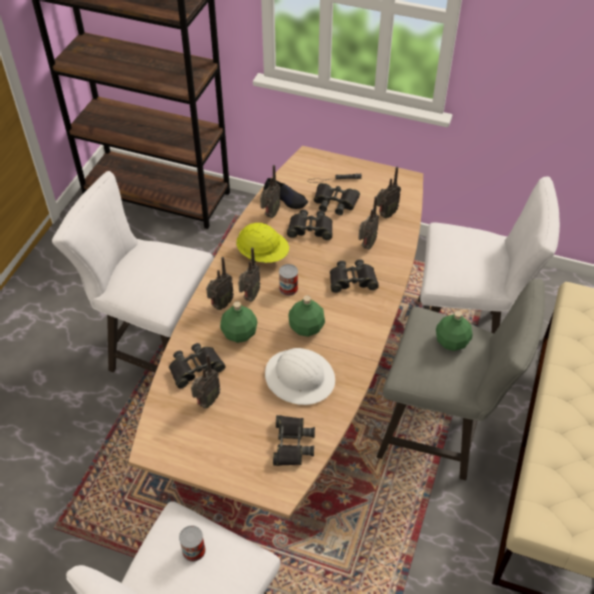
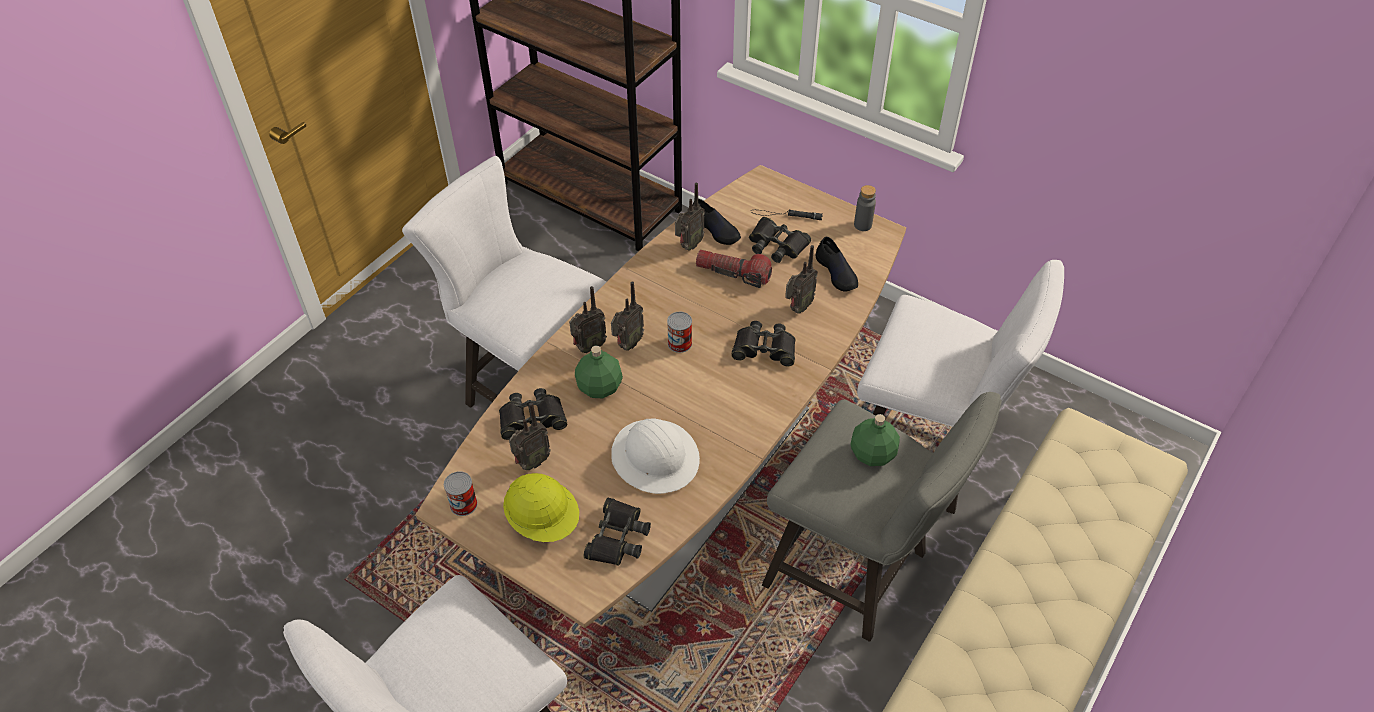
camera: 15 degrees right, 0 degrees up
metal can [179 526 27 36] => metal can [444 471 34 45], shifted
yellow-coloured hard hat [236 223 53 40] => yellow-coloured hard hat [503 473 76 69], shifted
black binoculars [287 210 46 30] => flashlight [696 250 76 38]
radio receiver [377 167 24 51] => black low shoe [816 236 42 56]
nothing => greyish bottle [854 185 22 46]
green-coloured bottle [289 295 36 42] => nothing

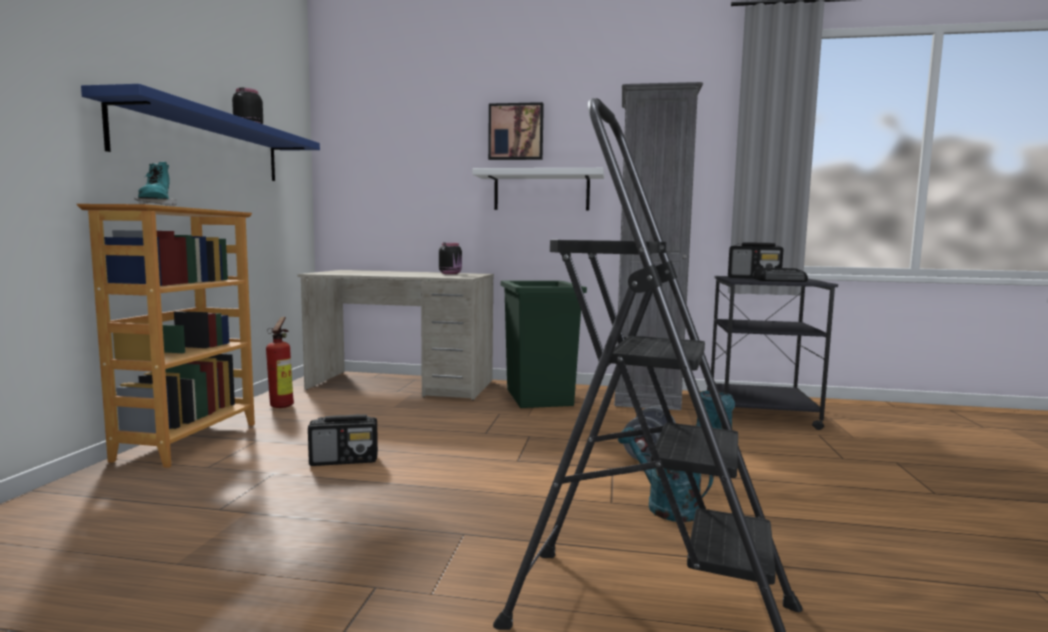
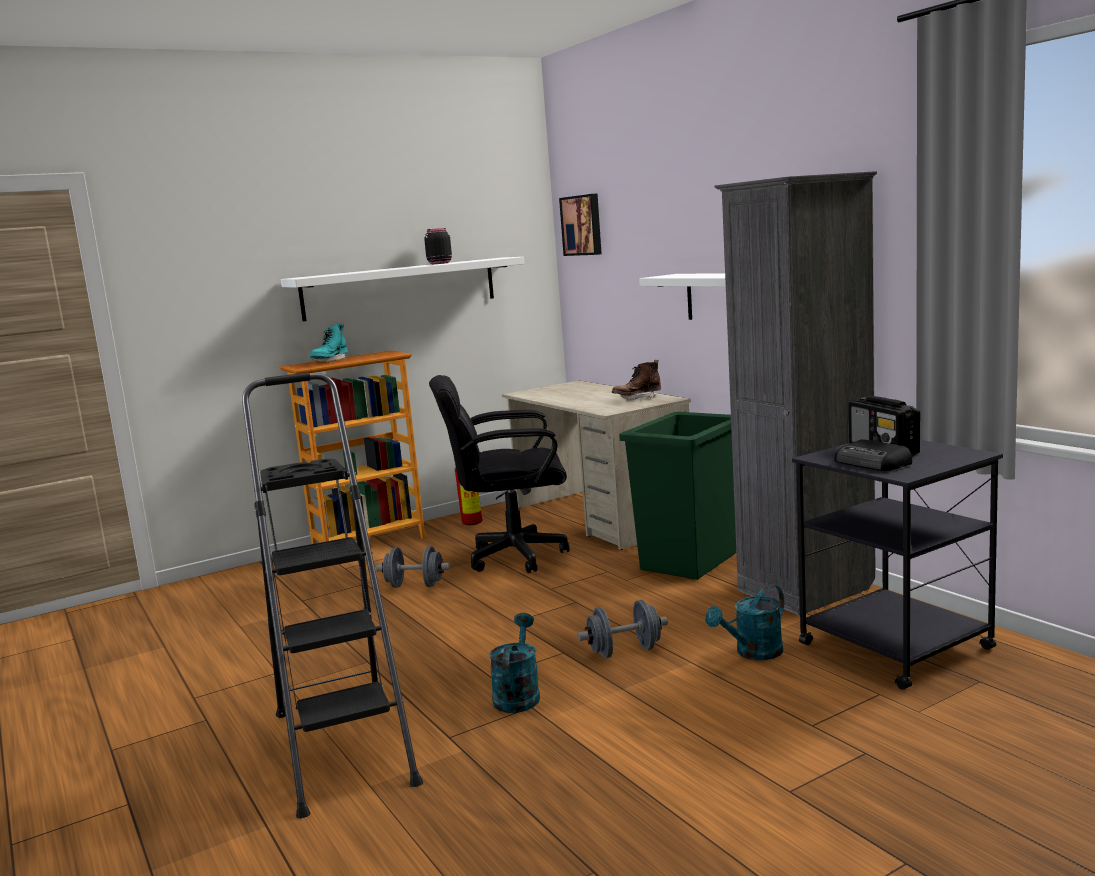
camera: 50 degrees right, 5 degrees up
blue shelf [81 84 239 97] => whitish shelf [281 257 243 64]
radio receiver [308 414 70 52] => greyish free weight [376 546 74 42]
nothing => black computer chair [429 375 141 198]
picture [488 102 56 58] => picture [559 194 43 62], shifted
black preserve jar [439 243 23 31] => brown tall boot [612 360 49 40]

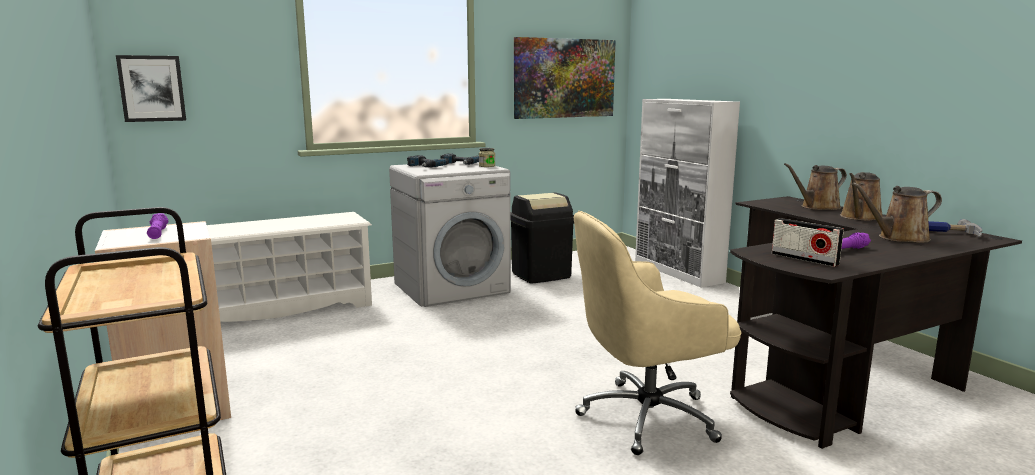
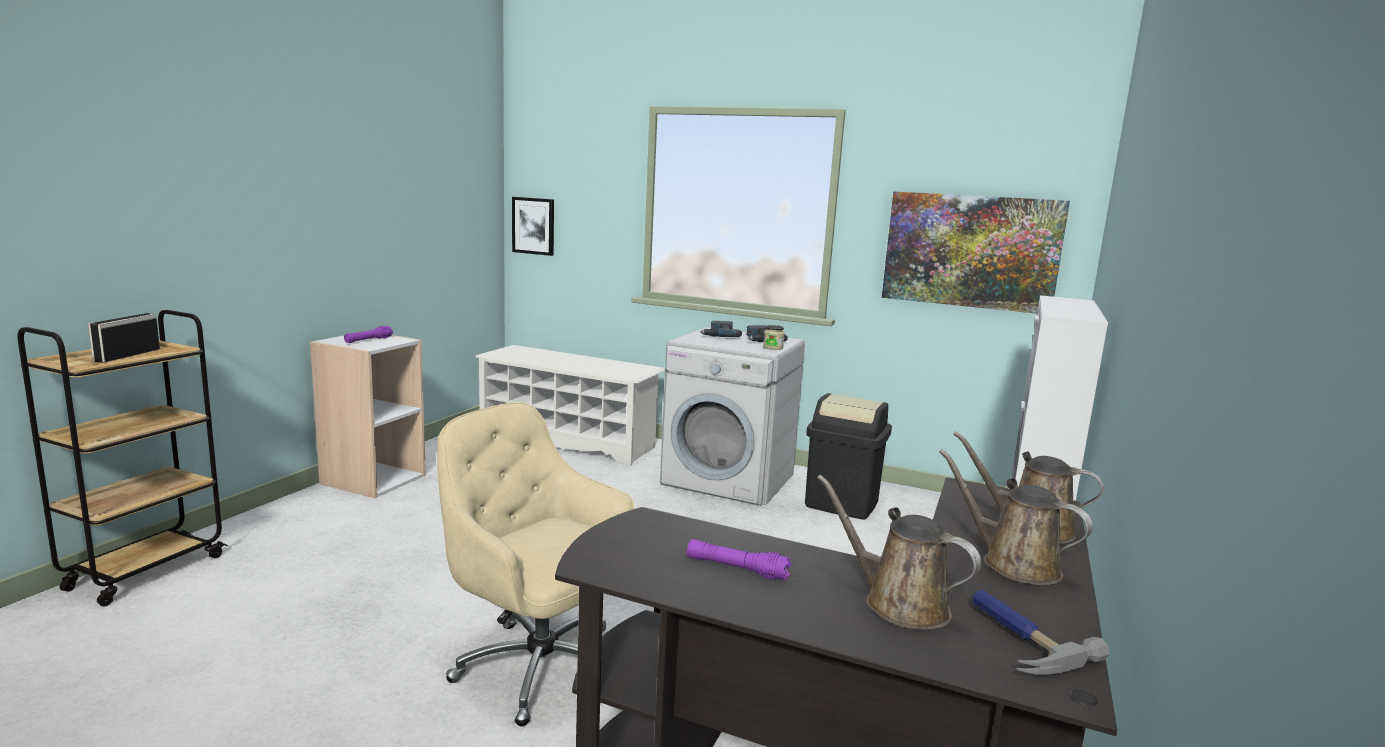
camera: 50 degrees right, 0 degrees up
radio receiver [772 218 72 49] => radio receiver [88 313 72 50], shifted
brown sprinkling can [840 172 43 49] => brown sprinkling can [939 449 154 136], 45 degrees clockwise

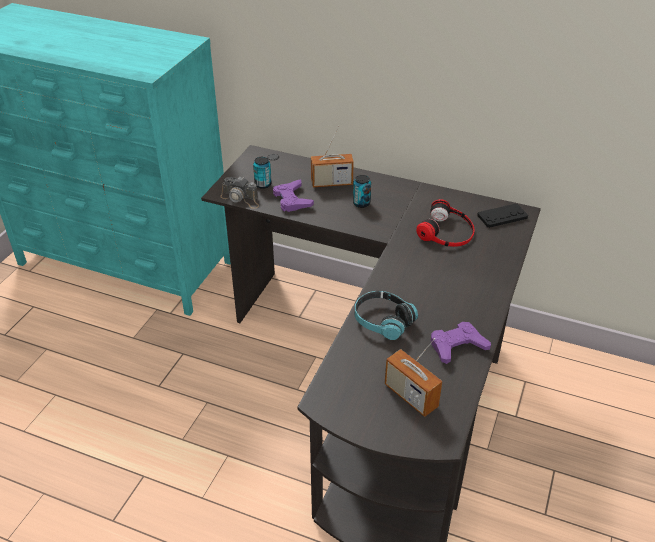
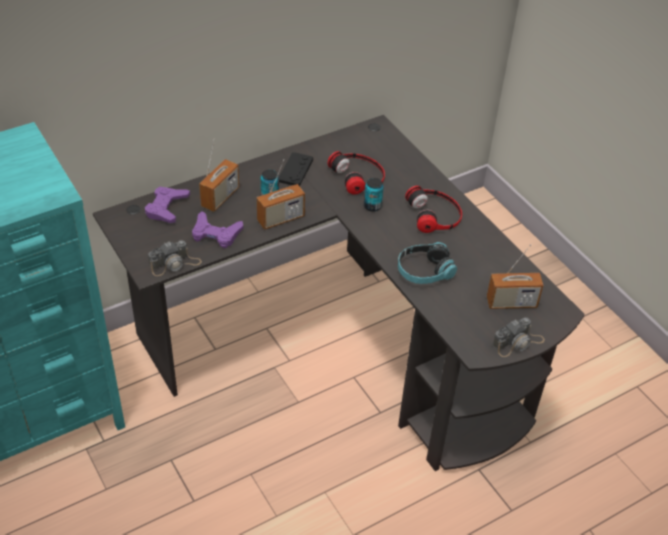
camera: 55 degrees left, 5 degrees up
purplish gamepad [431 322 60 42] => purplish gamepad [145 187 45 36], shifted
nothing => radio receiver [257 160 48 70]
black gamepad [477 204 51 24] => black gamepad [279 152 34 34], shifted
metal can [253 157 18 32] => metal can [364 178 20 34], shifted
nothing => headset [405 186 57 47]
nothing => photo camera [492 318 53 39]

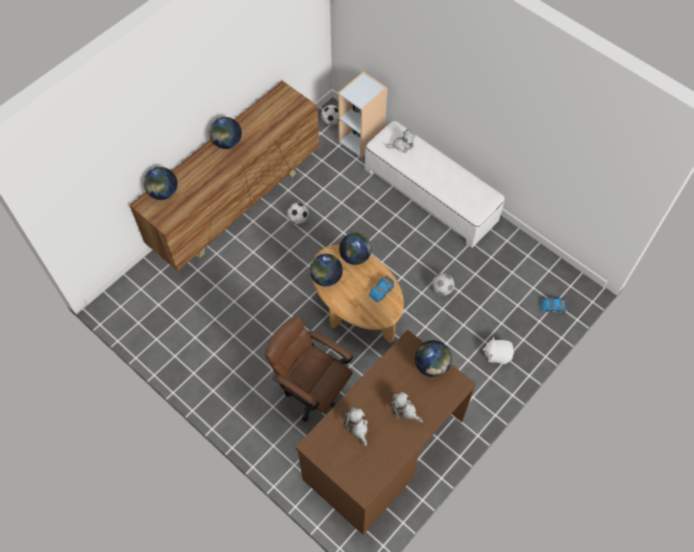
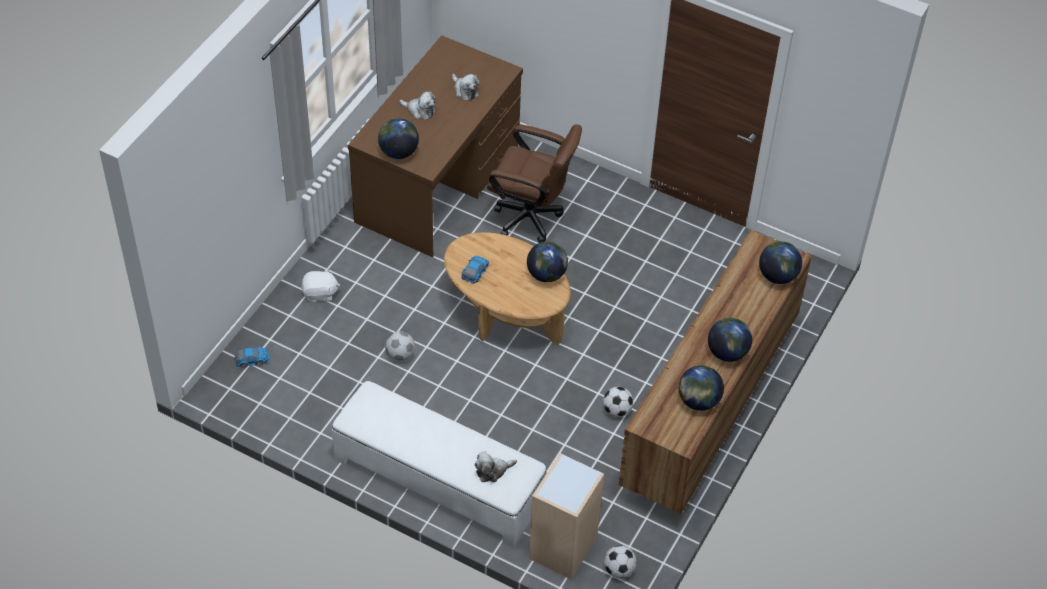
camera: 165 degrees right, 10 degrees down
desk globe [339 233 33 32] => desk globe [679 365 45 46], shifted

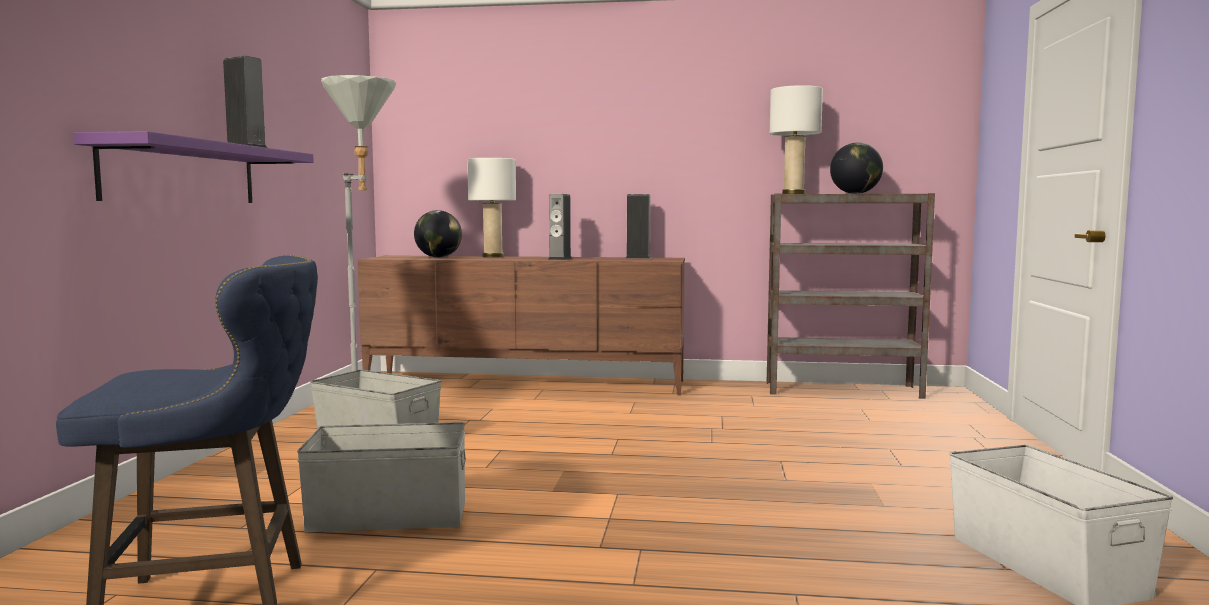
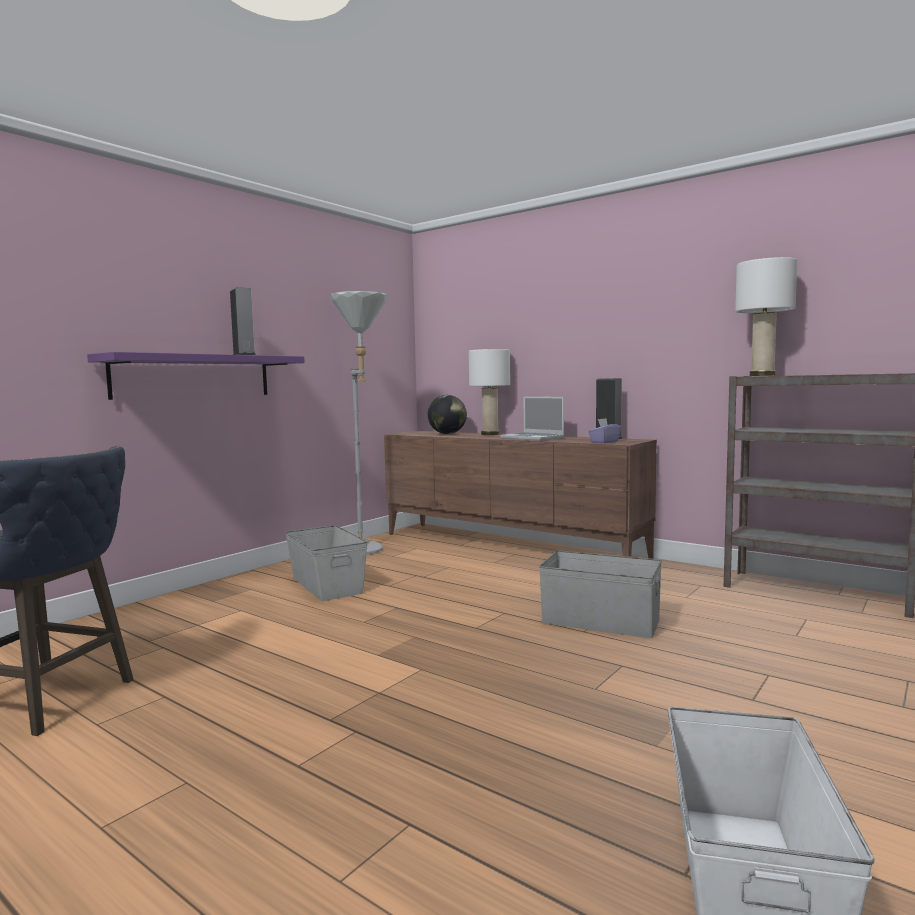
camera: 30 degrees right, 0 degrees up
audio speaker [548 194 24 66] => notebook computer [500 397 64 44]
greyish storage box [297 422 169 110] => greyish storage box [539 550 123 88], shifted
nothing => purplish tissue holder [588 418 33 25]
desk globe [830 143 53 51] => nothing

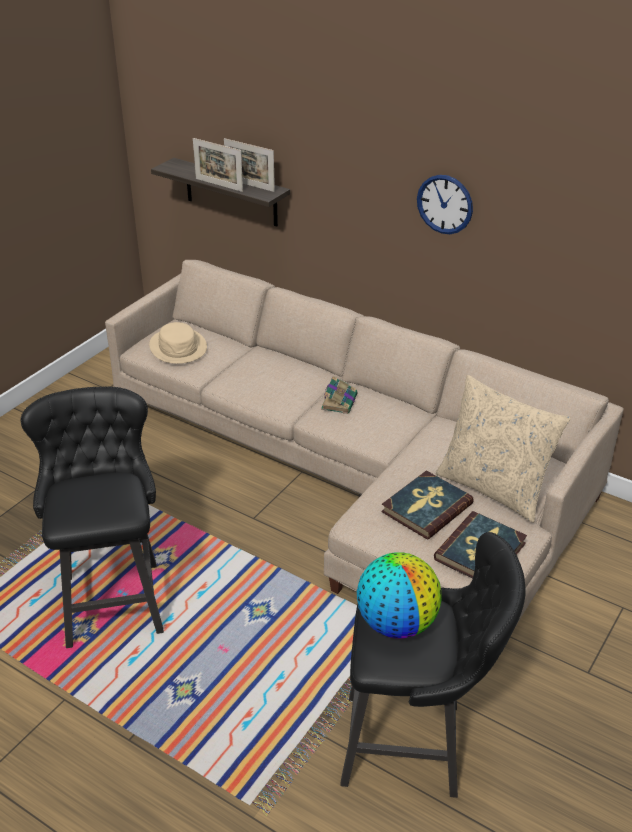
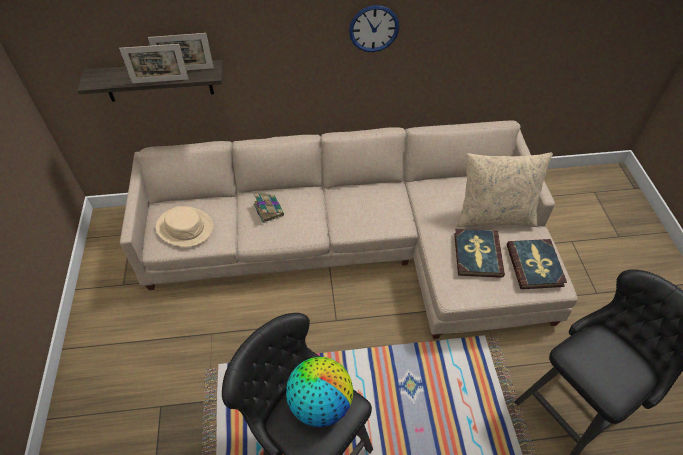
camera: 40 degrees left, 15 degrees up
bound book [321 376 37 38] => bound book [254 194 30 29], shifted
desk globe [357 552 85 87] => desk globe [286 357 67 70], shifted

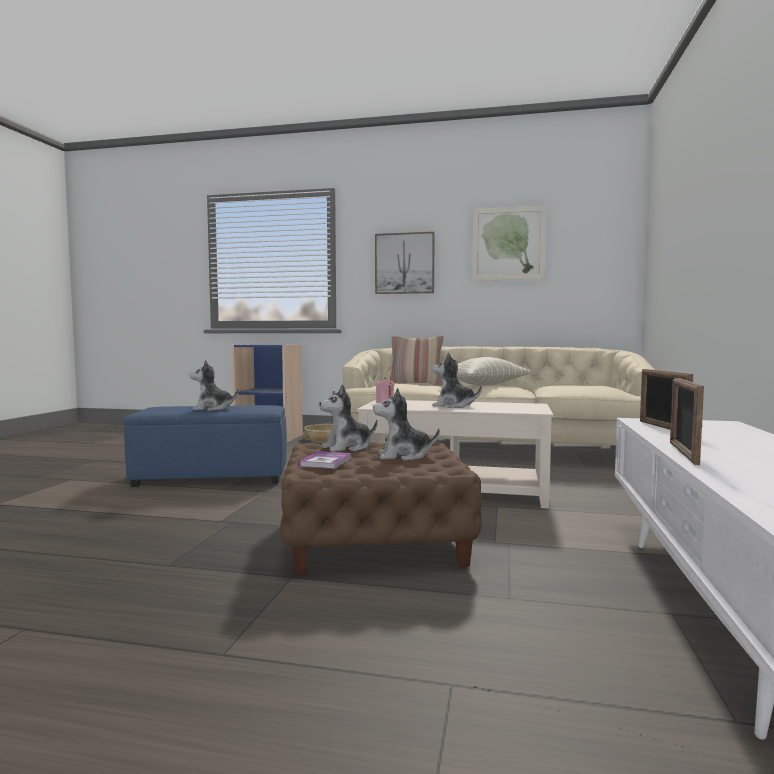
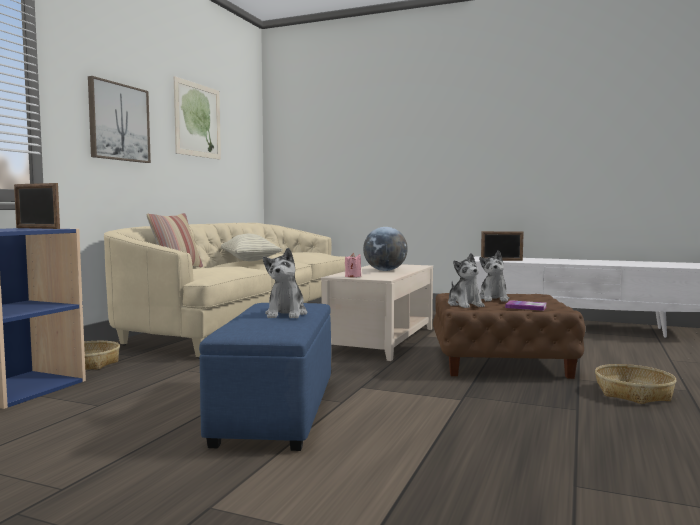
camera: 80 degrees left, 0 degrees up
photo frame [670 378 34 87] => photo frame [14 183 46 46], shifted
cuddly toy [432 352 50 56] => desk globe [363 227 45 44]
nothing => household basket [595 364 81 40]

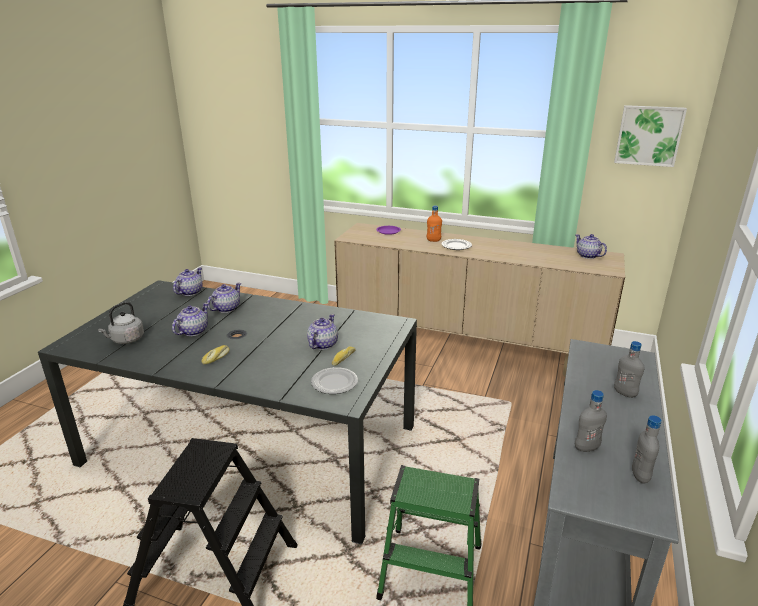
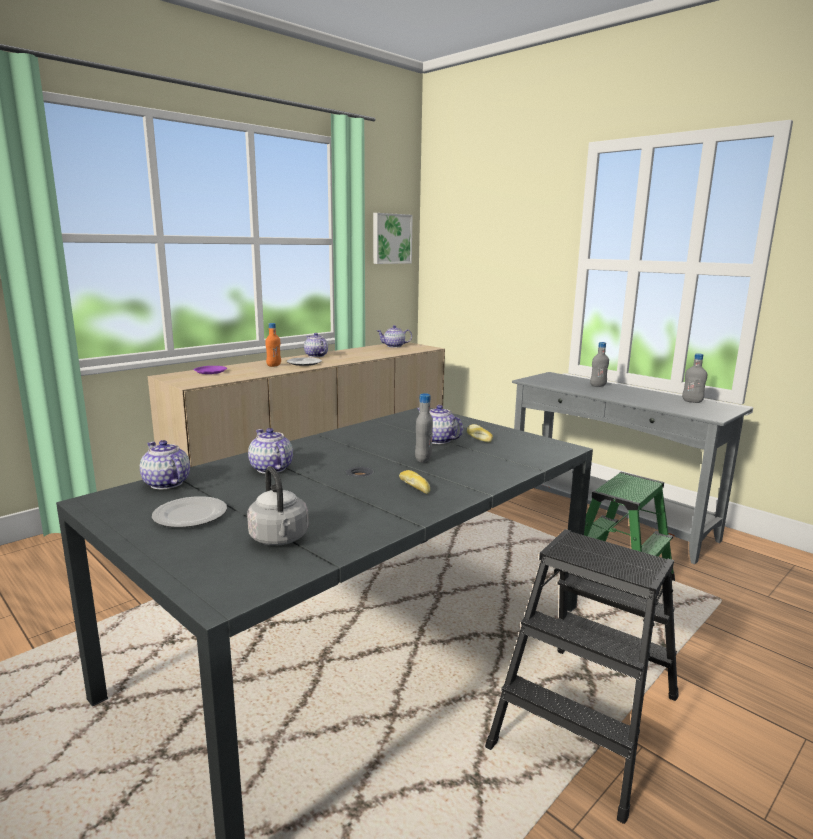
camera: 65 degrees left, 10 degrees down
flat dish [311 367 47 27] => flat dish [152 496 75 32], shifted
teapot [172 303 37 33] => teapot [304 333 24 24], shifted
greyish bottle [575 390 32 62] => greyish bottle [415 393 18 70], shifted

